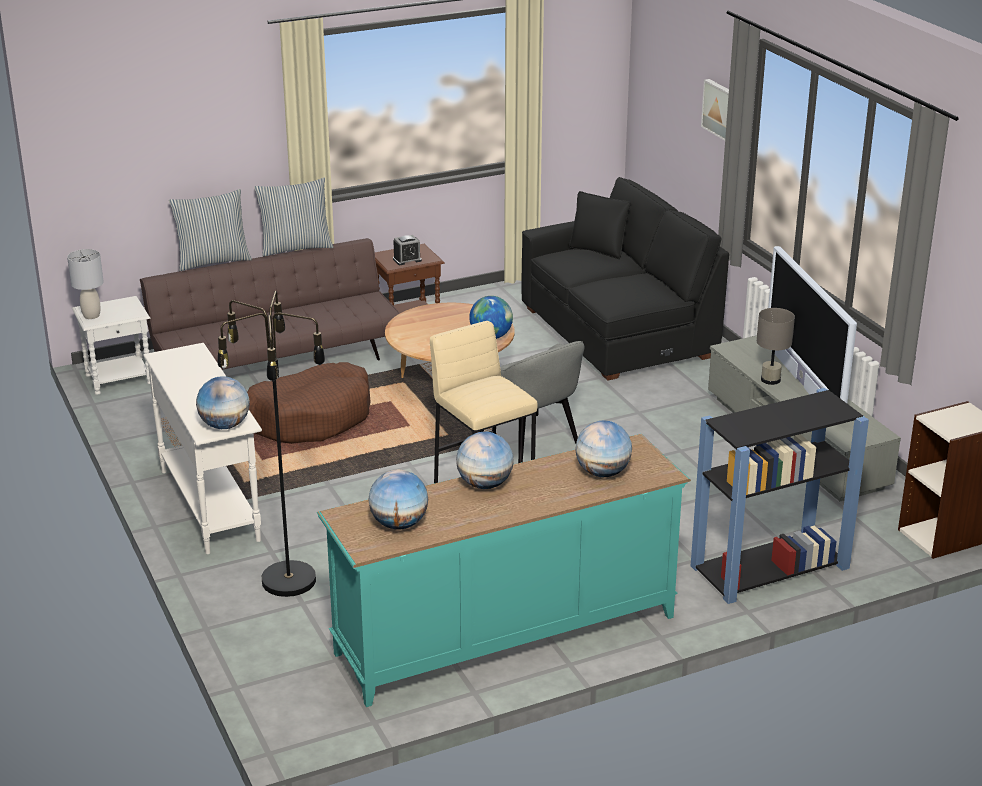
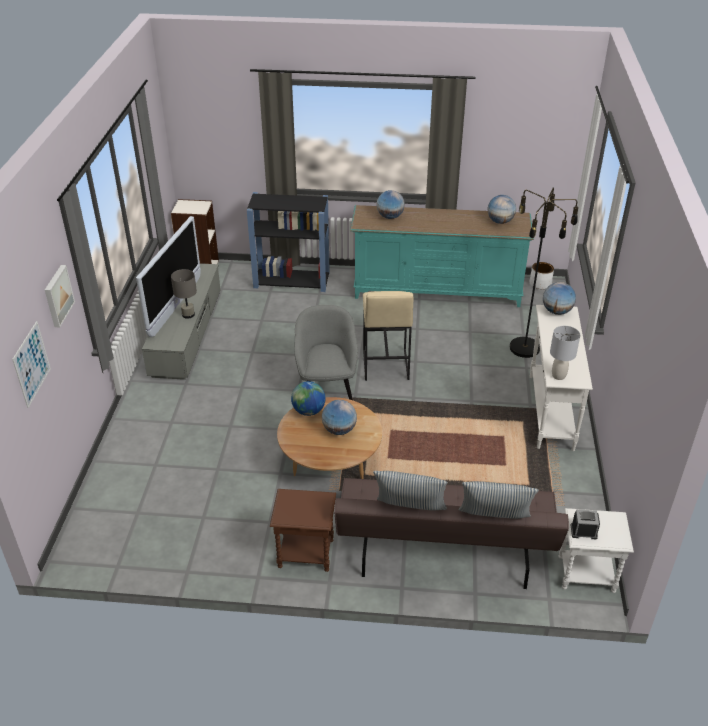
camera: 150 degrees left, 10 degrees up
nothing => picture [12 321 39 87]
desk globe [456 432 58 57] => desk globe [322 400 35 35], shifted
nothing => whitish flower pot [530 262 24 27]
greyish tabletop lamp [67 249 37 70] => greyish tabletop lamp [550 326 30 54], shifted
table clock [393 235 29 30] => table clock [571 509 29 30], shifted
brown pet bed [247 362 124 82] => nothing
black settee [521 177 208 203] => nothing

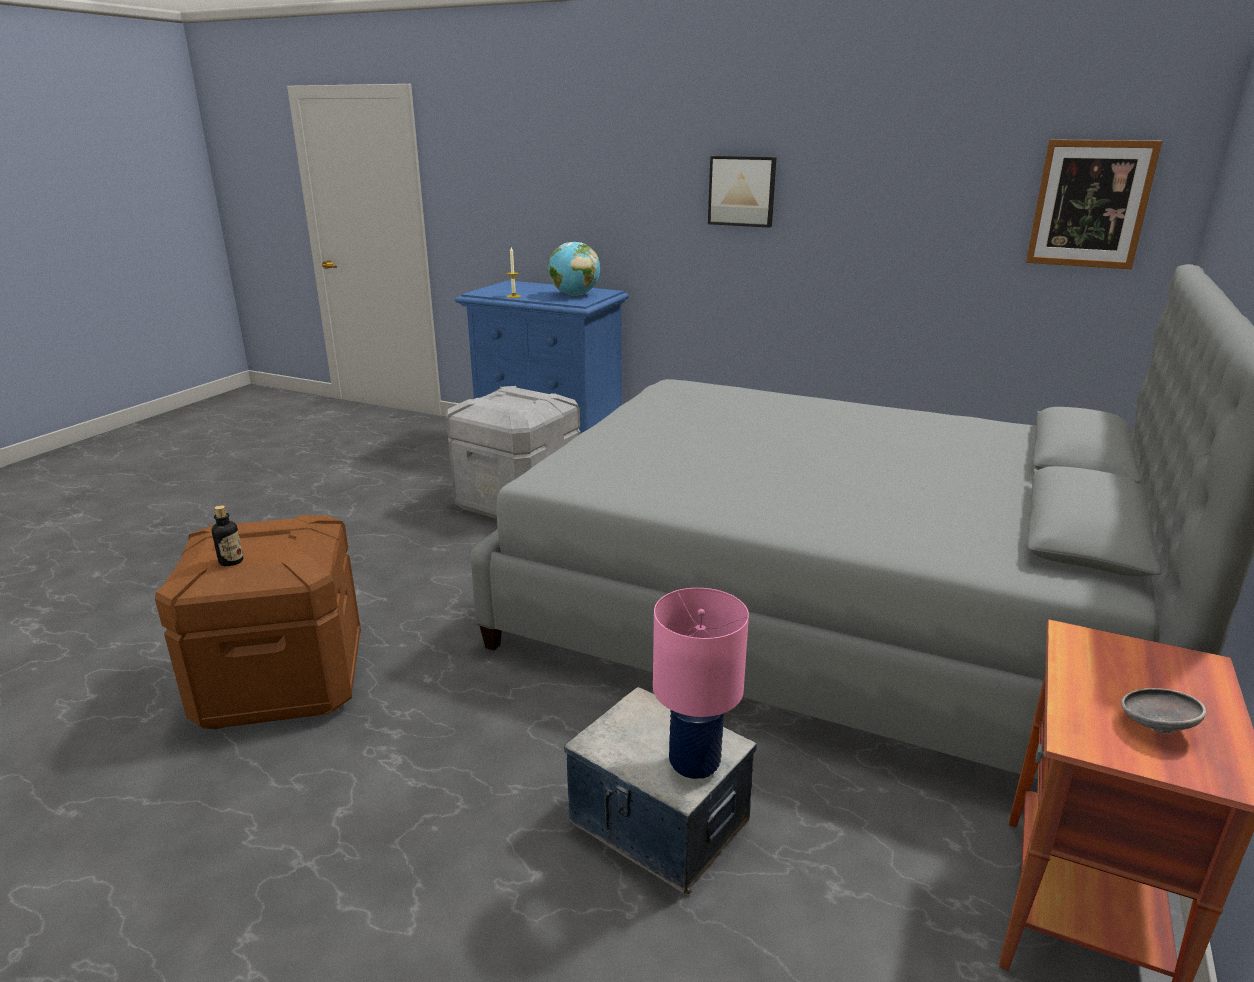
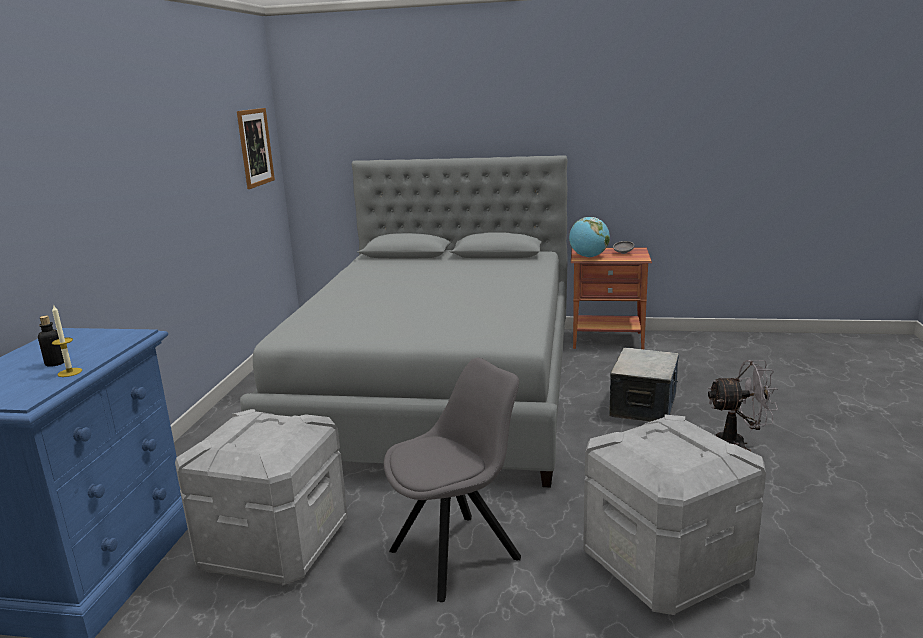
camera: 105 degrees left, 5 degrees down
bottle [212 505 31 61] => bottle [38 316 26 51], shifted
nothing => greyish upright chair [384 358 137 244]
desk globe [548 242 52 54] => desk globe [569 217 41 40], shifted
brown storage box [155 515 206 214] => greyish storage box [583 415 183 200]
nothing => greyish fan [708 360 70 92]
pinkish tabletop lamp [653 588 96 191] => nothing
picture [708 156 69 72] => nothing

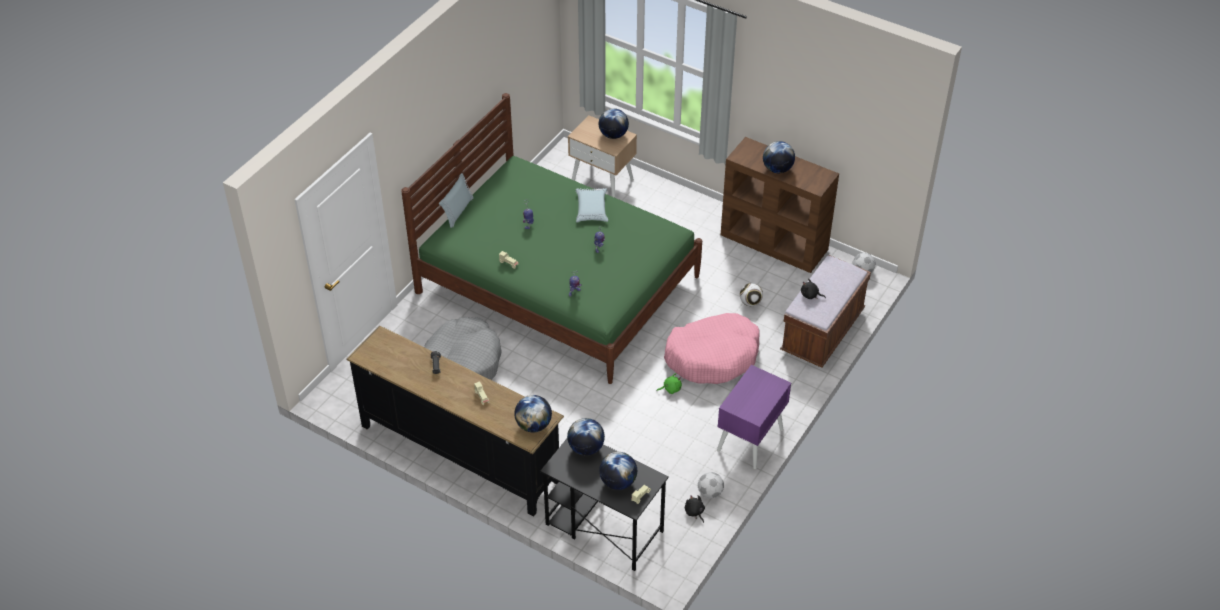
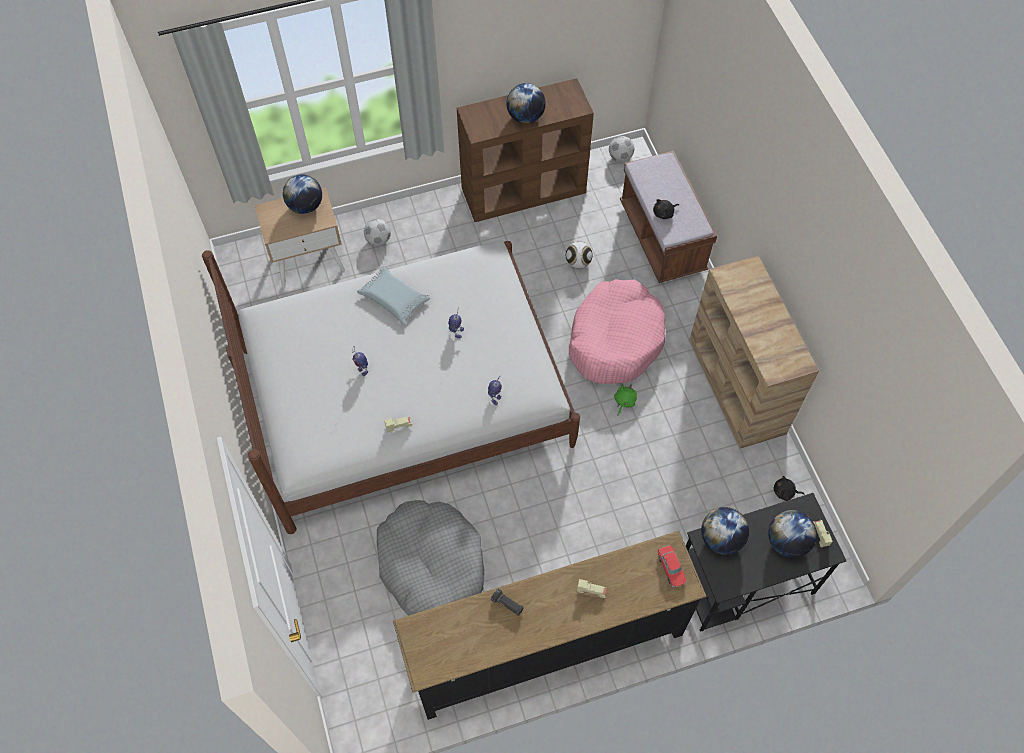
camera: 50 degrees left, 15 degrees up
green-coloured bed [401 93 301 291] => whitish bed [202 240 378 294]
football [698 472 26 27] => football [364 219 27 27], shifted
desk globe [514 395 38 37] => miniature car [658 545 28 42]
purplish nightstand [717 365 74 104] => brown shelving unit [689 255 130 194]
blue cushion [439 173 35 55] => nothing

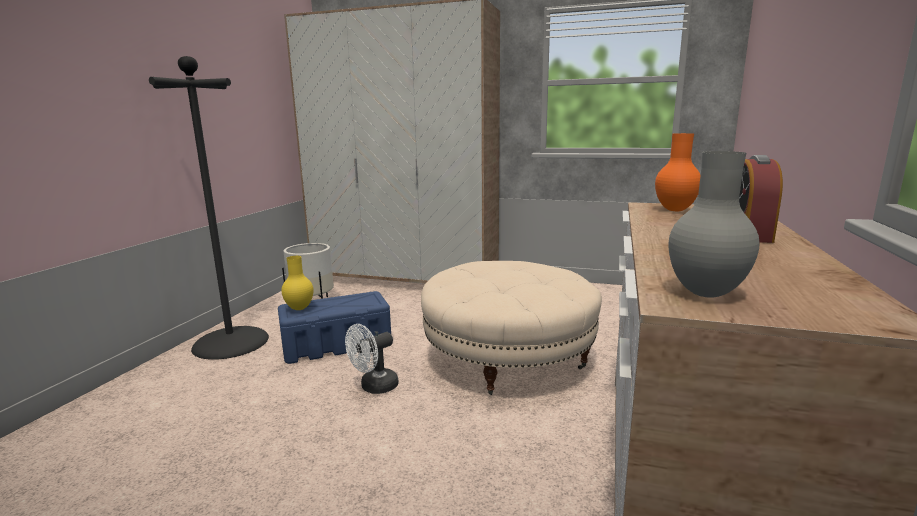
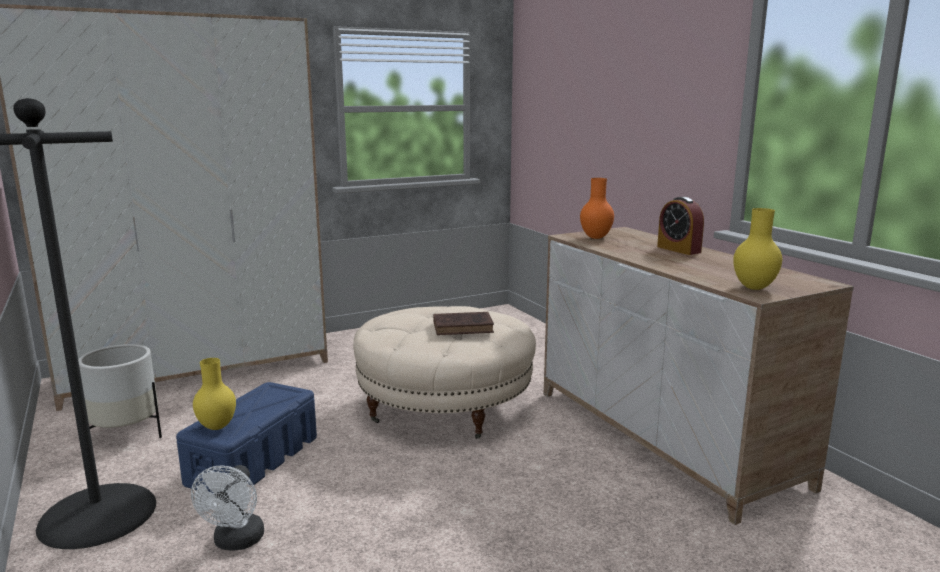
camera: 45 degrees left, 0 degrees up
whitish fan [345 324 53 70] => whitish fan [191 465 73 86], shifted
nothing => brown bound book [433 312 61 23]
greyish decorative vase [669 151 91 147] => yellow-coloured decorative vase [733 208 49 82]

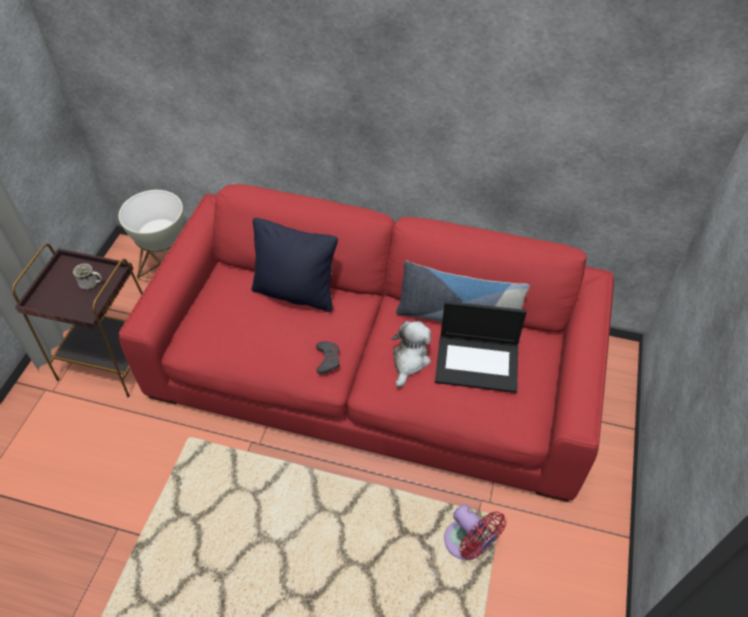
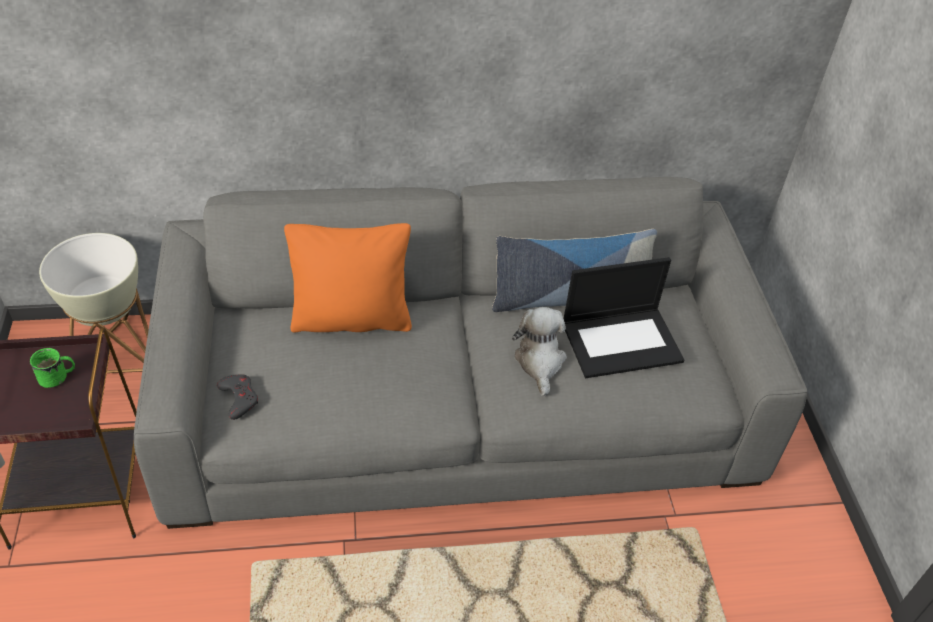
camera: 25 degrees left, 5 degrees down
whitish mug [73 264 29 26] => green-coloured mug [30 348 45 40]
reddish settee [119 184 495 318] => greyish settee [134 177 673 352]
greyish gamepad [316 342 24 32] => greyish gamepad [217 374 41 46], shifted
black cushion [252 218 86 94] => orange cushion [284 223 128 109]
reddish fan [444 504 63 56] => nothing

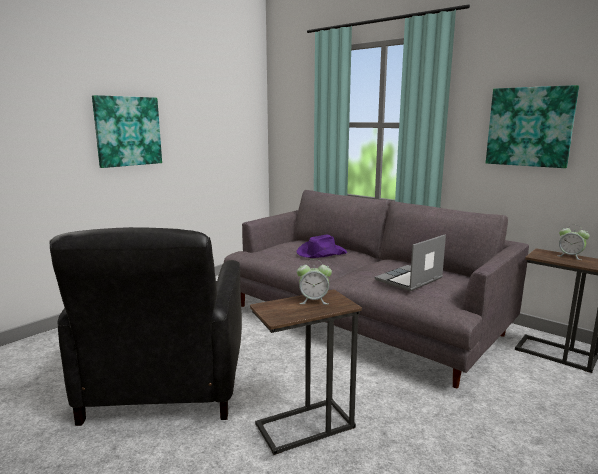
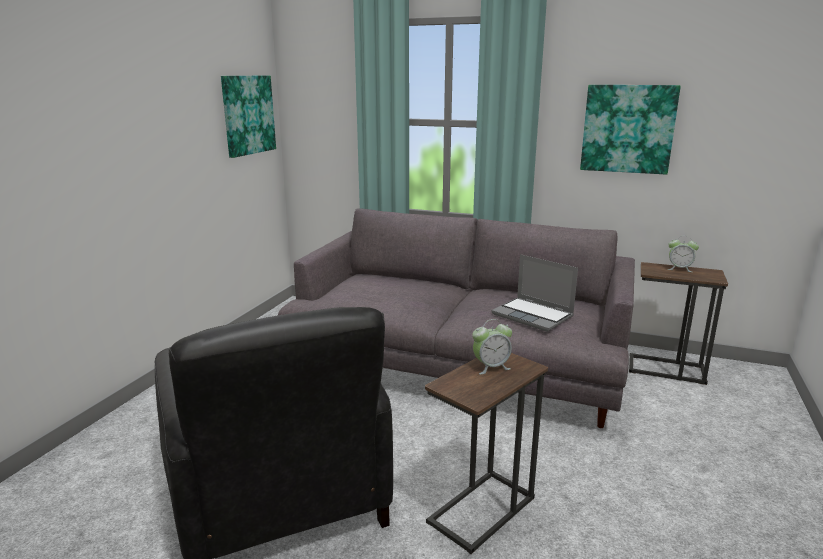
camera: 20 degrees left, 5 degrees up
picture [92 95 70 73] => picture [221 76 55 82], shifted
notebook computer [375 234 71 57] => notebook computer [492 254 86 78], 75 degrees counterclockwise
purplish hat [296 235 51 23] => nothing

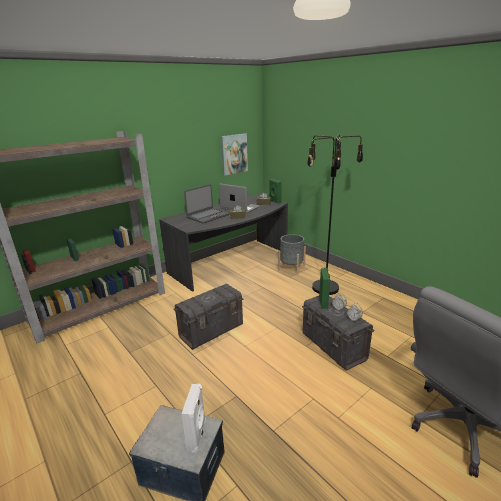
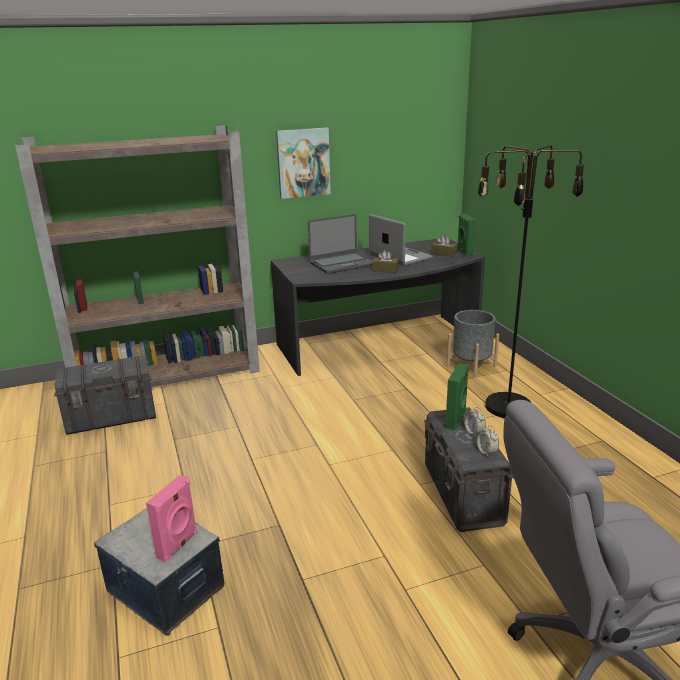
camera: 20 degrees right, 0 degrees up
greyish storage box [174 284 69 66] => greyish storage box [54 355 102 80], shifted
whitish audio speaker [182 384 24 69] => pinkish audio speaker [146 475 51 88]
picture [221 133 27 43] => picture [276 127 55 72], shifted

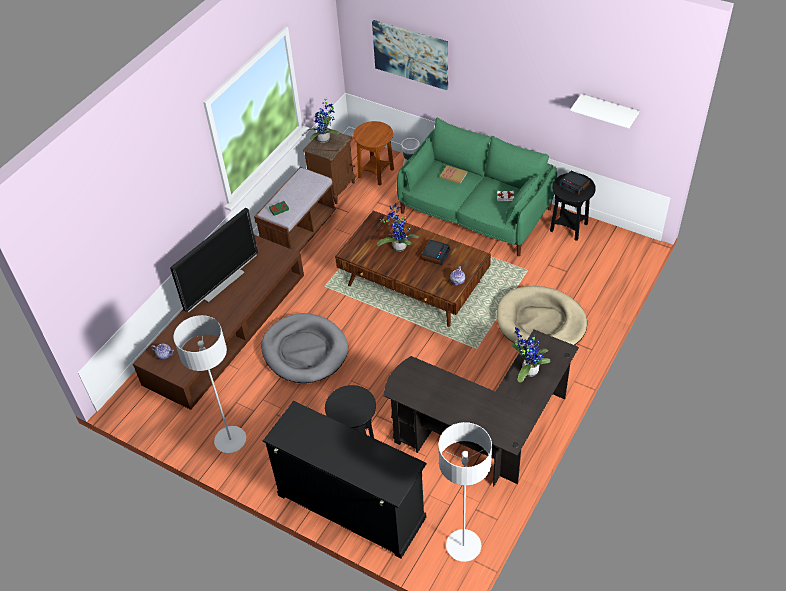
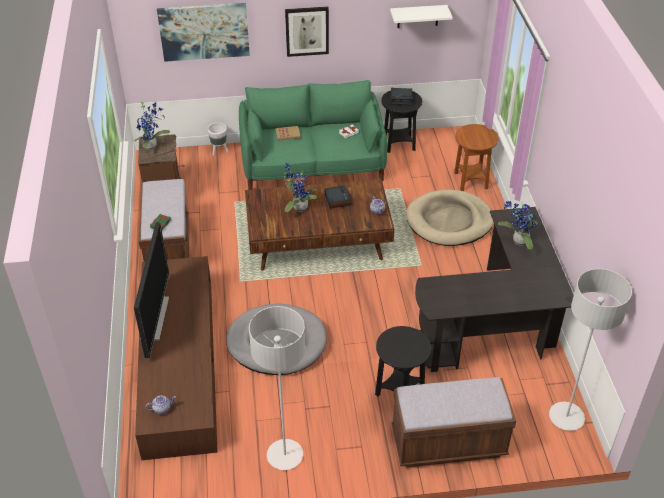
camera: 40 degrees left, 5 degrees down
nothing => picture [285 7 44 50]
black storage cabinet [263 401 164 157] => brown long seat [392 377 124 90]
brown end table [353 121 41 65] => brown end table [454 124 45 67], shifted

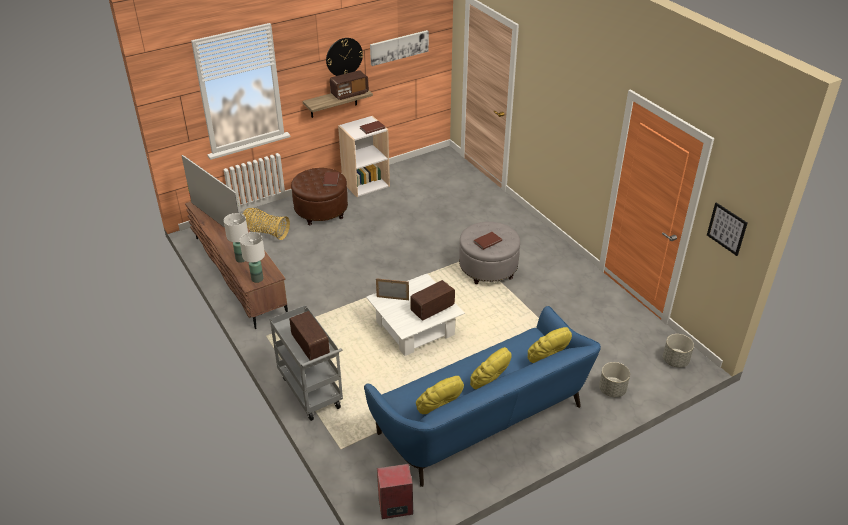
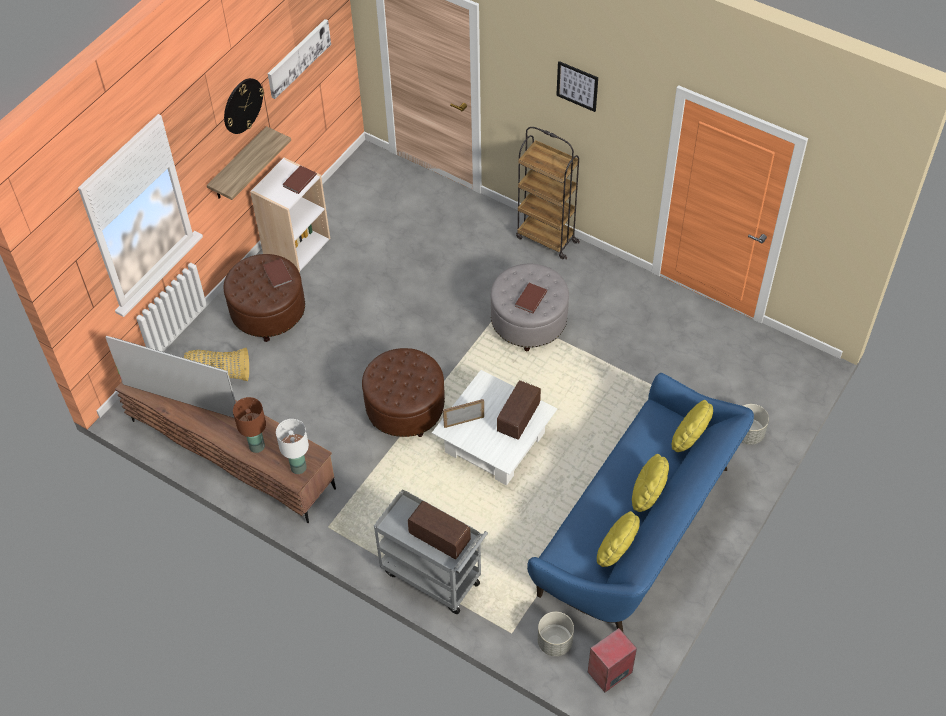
camera: 25 degrees left, 15 degrees up
whitish tabletop lamp [224 213 24 50] => brown tabletop lamp [233 397 33 56]
nothing => brown ottoman [362 348 83 89]
nothing => brown wheeled cart [516 127 64 133]
greyish flower pot [663 334 31 34] => greyish flower pot [538 612 36 44], shifted
picture [707 203 40 53] => picture [556 61 42 51], shifted
radio receiver [330 70 39 30] => nothing

